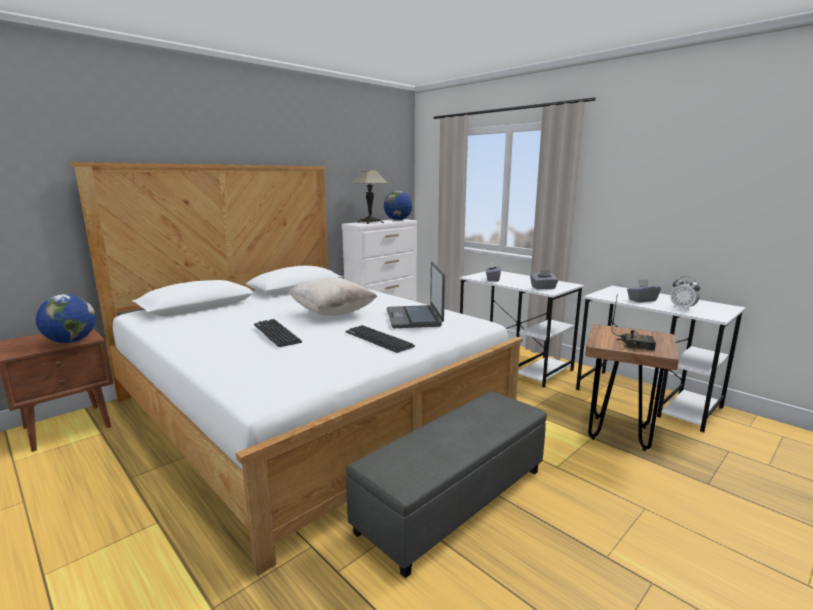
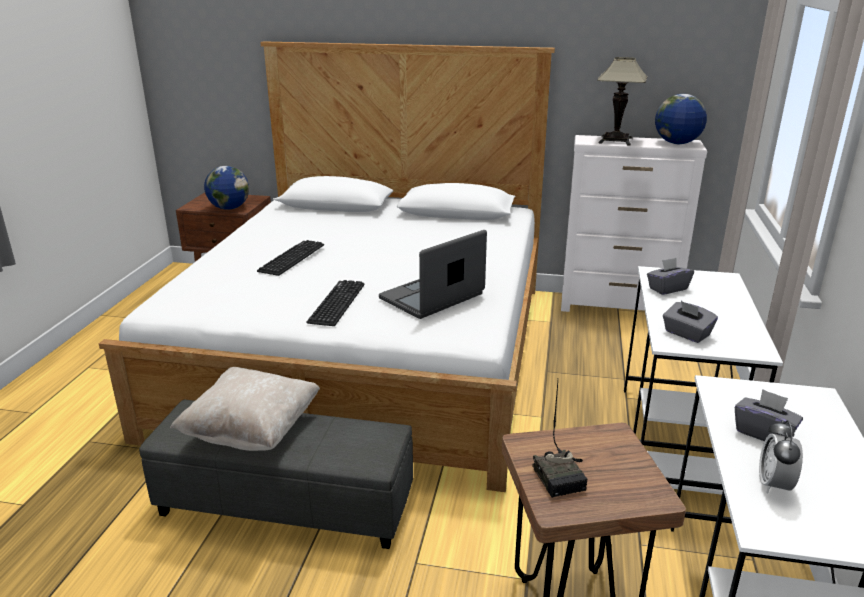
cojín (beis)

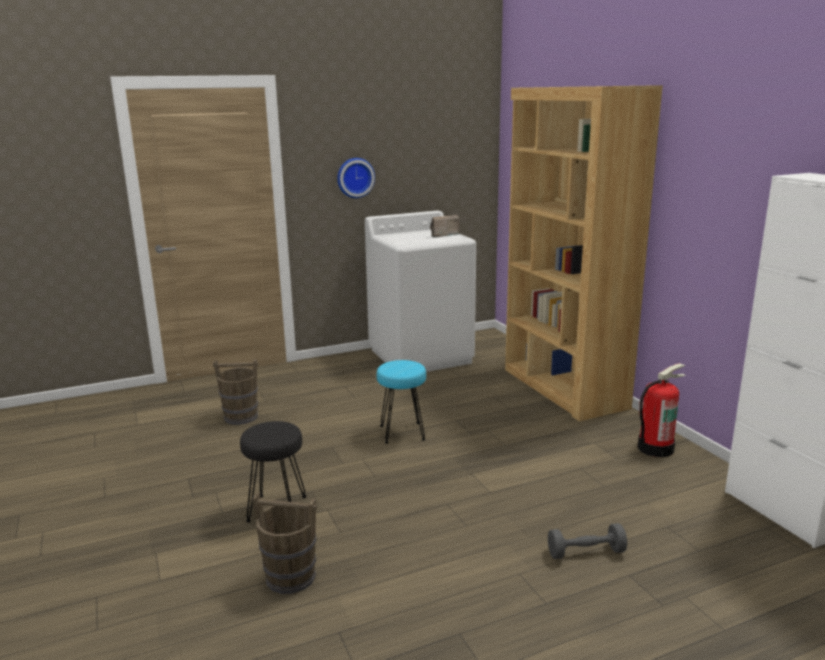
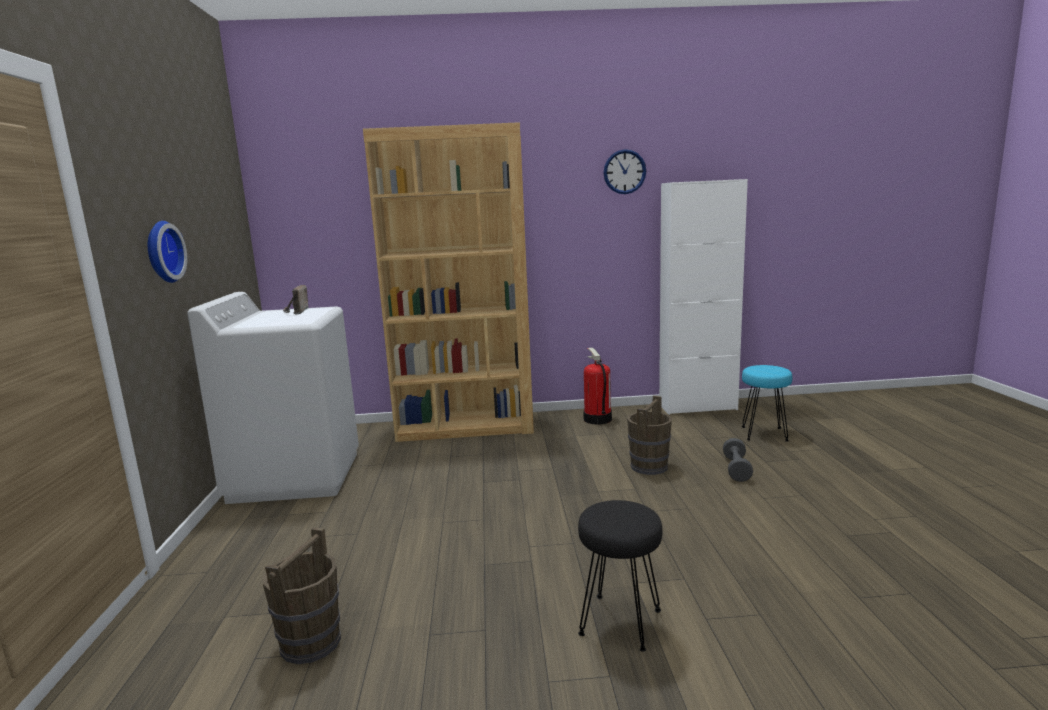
reloj de pared (2nd from left)
cubo (marrón) (2nd from left)
taburete (turquesa)

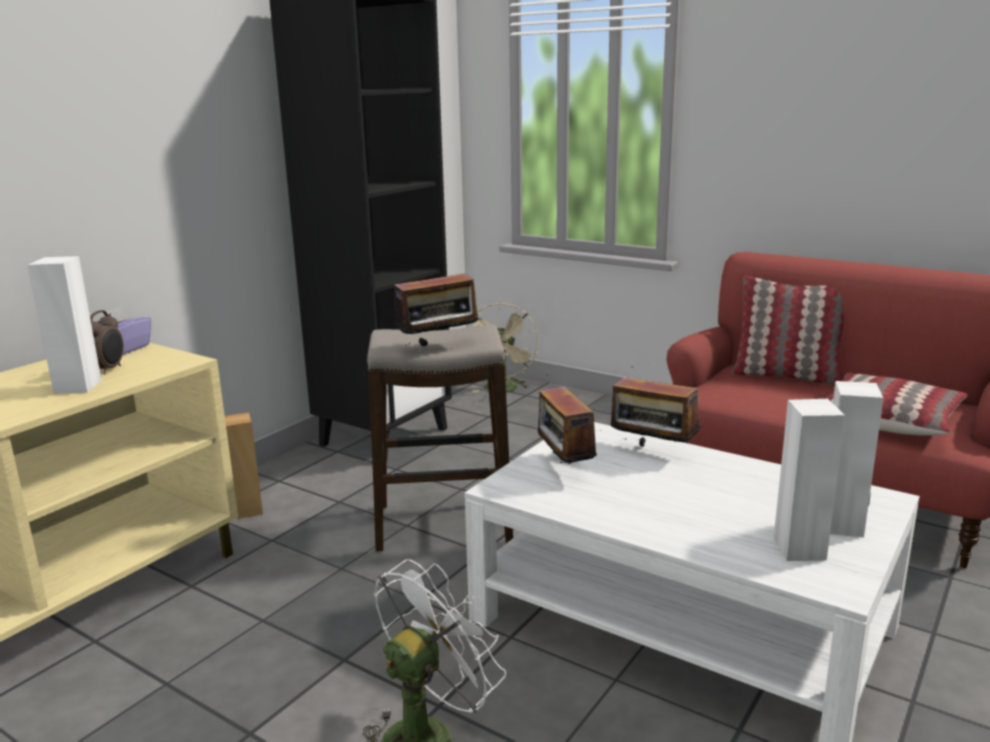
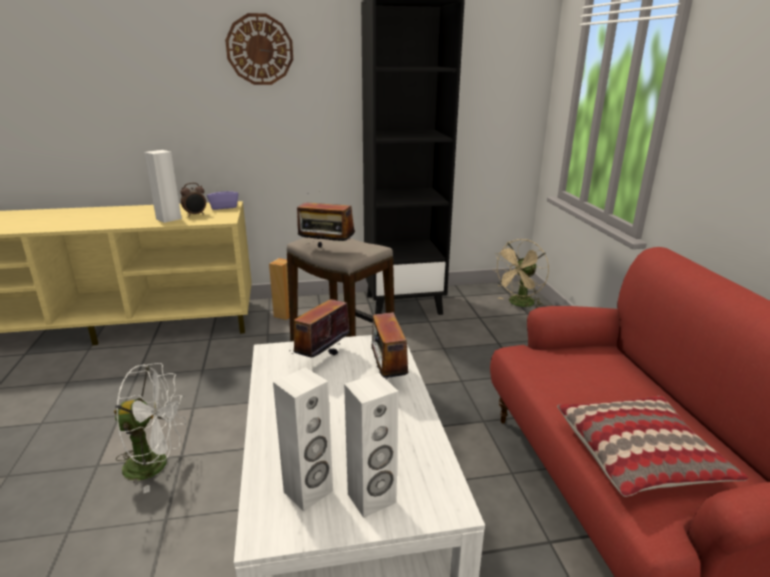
reloj de pared
cojín (1st from left in the first image)

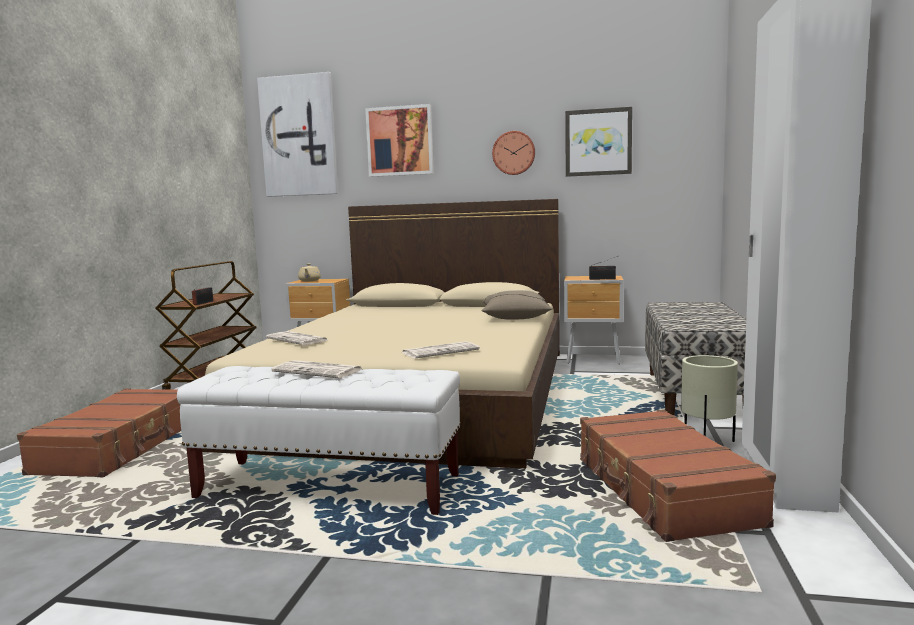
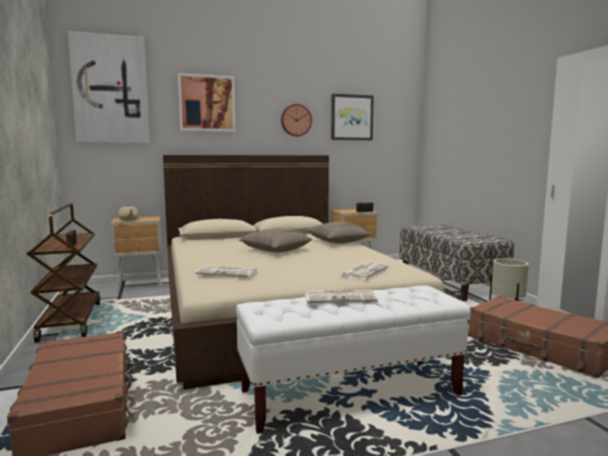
cojín (beis) (1st from left)

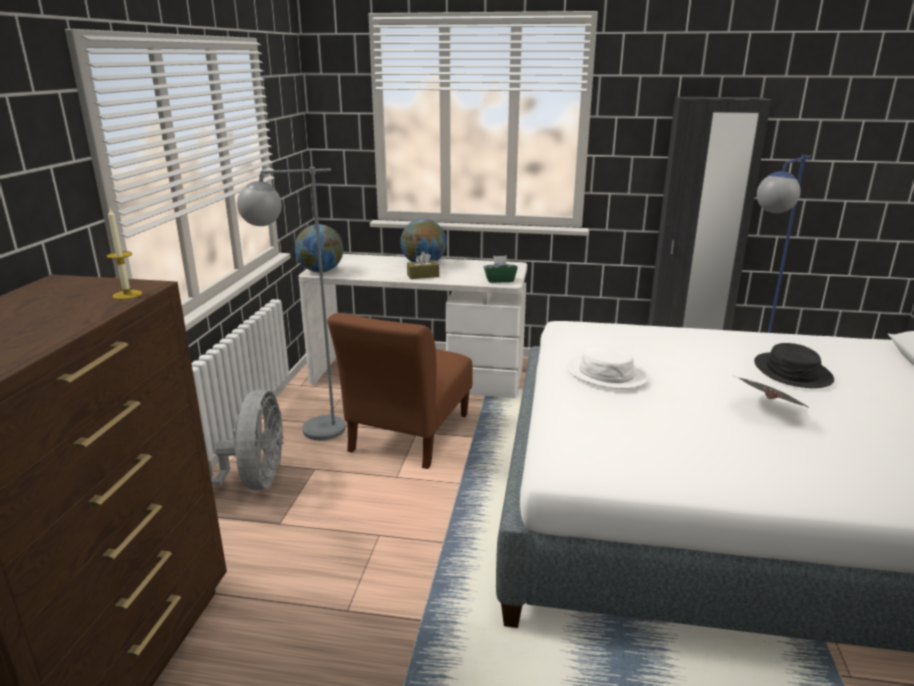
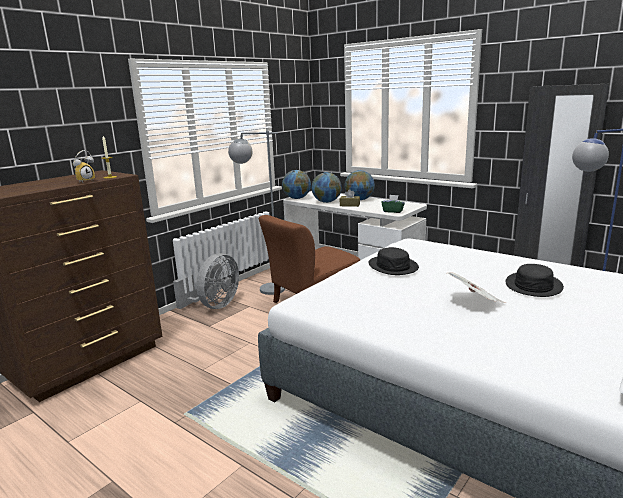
despertador
globo terráqueo (2nd from left)
sombrero (negro) (1st from left)

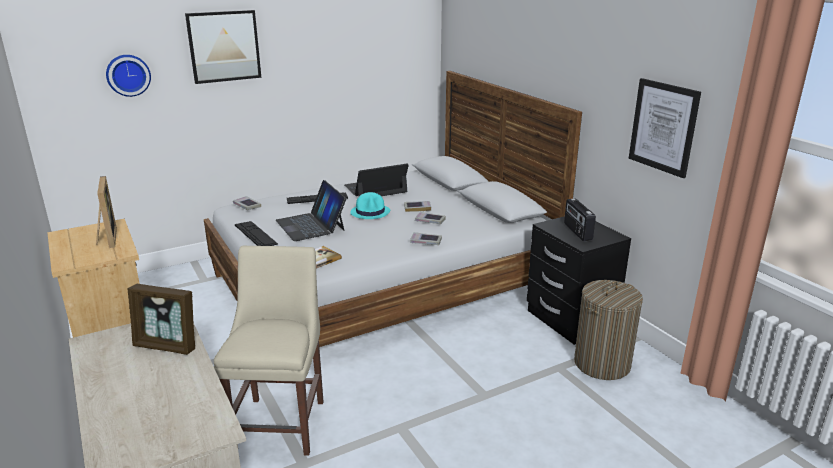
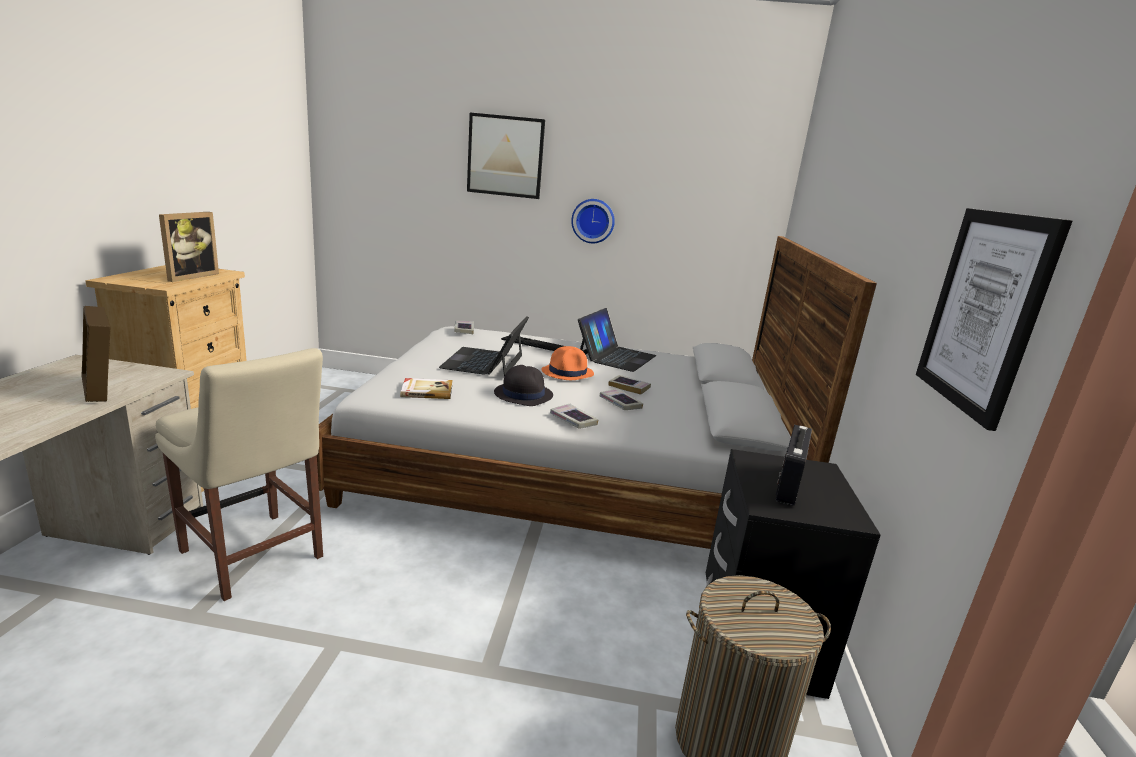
silla (beis)
sombrero (negro)
sombrero (naranja)
reloj de pared
portátil (2nd from left)
teclado (1st from left in the first image)

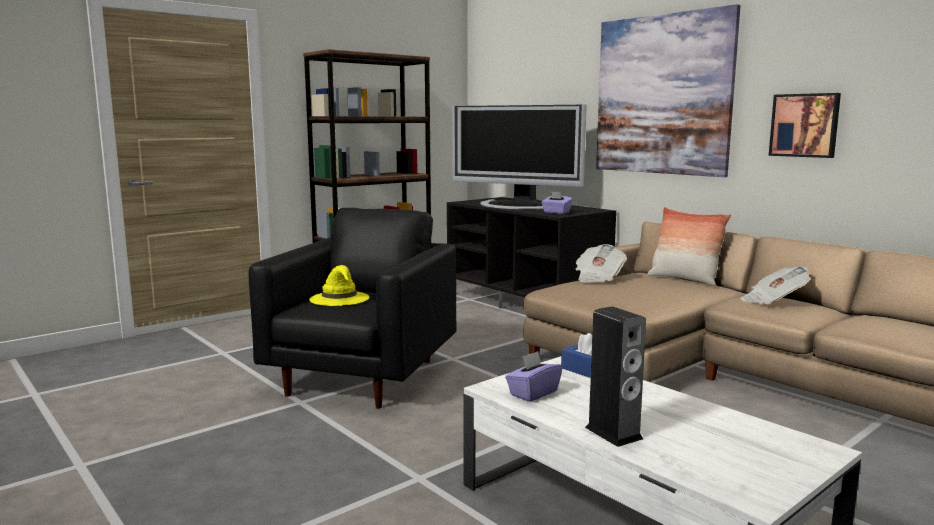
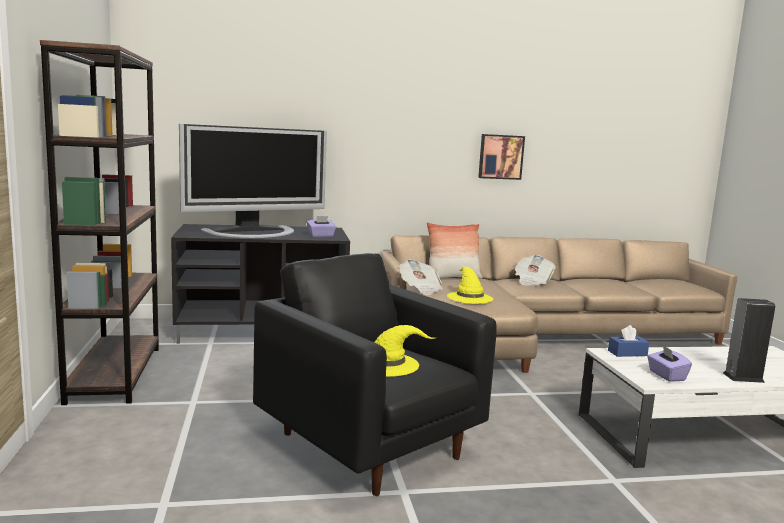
sombrero (amarillo) (2nd from left)
cuadro (1st from left in the first image)

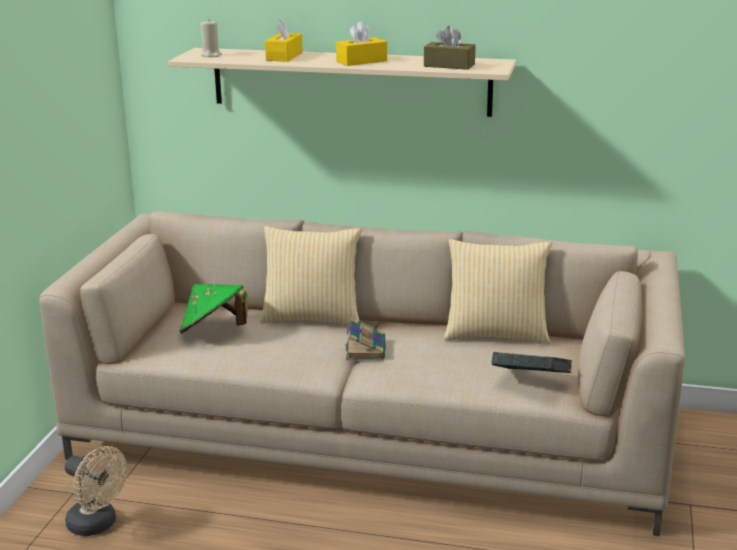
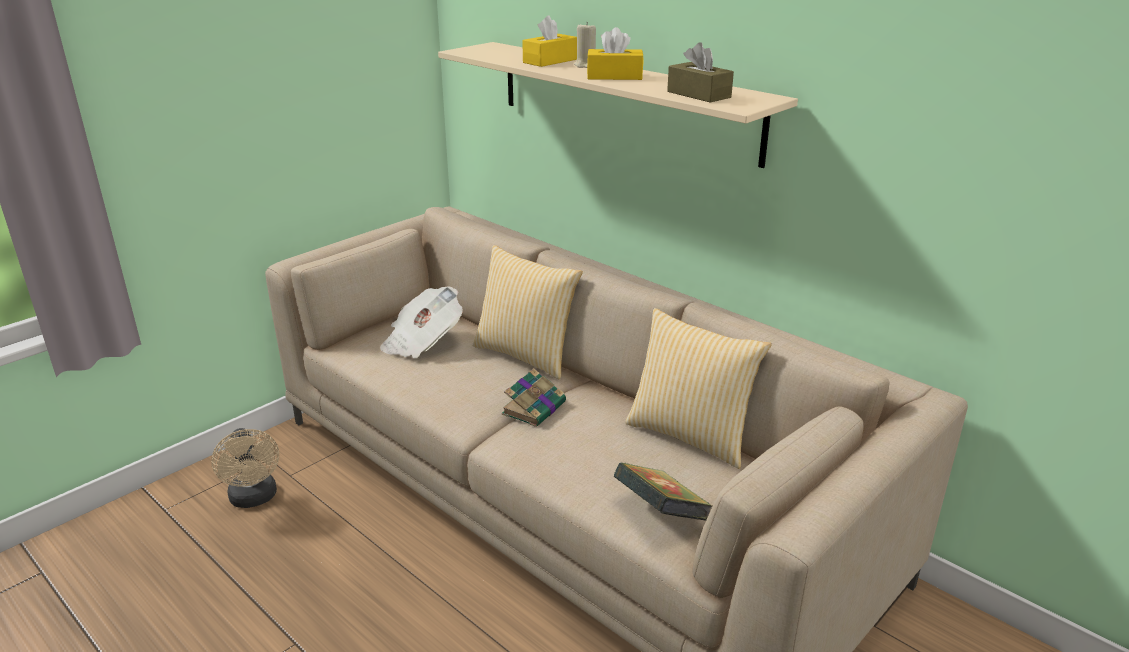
periódico
vela (beis)

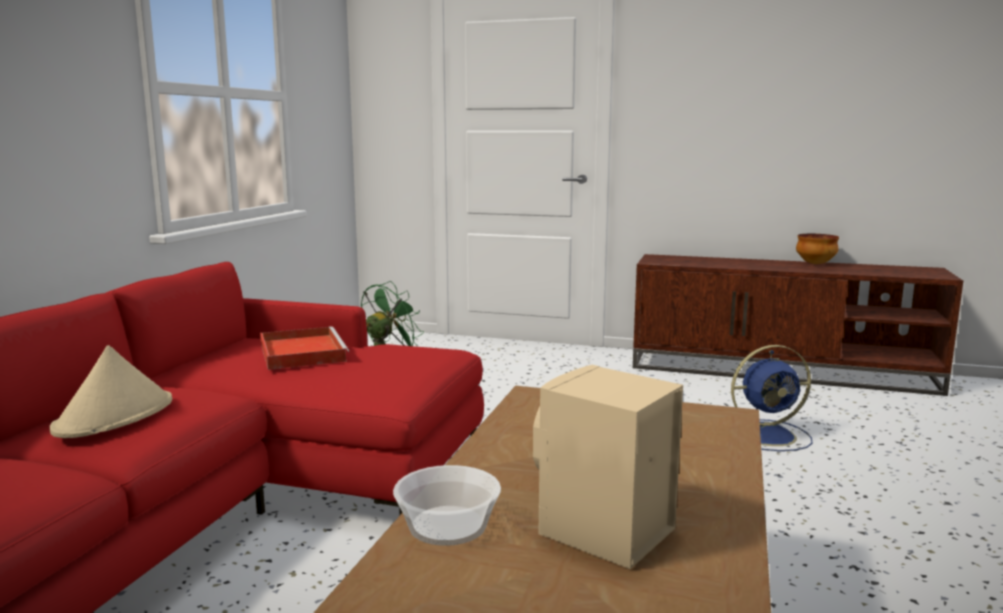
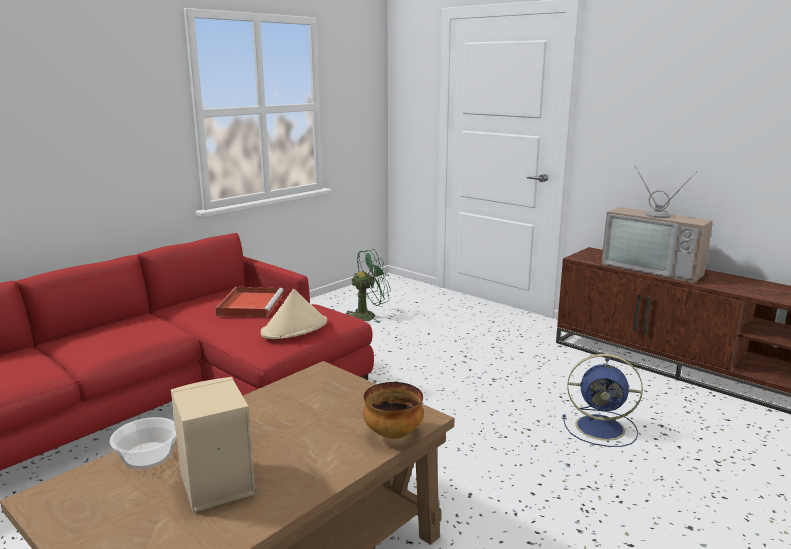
sombrero (beis)
cuenco (2nd from left)
televisor

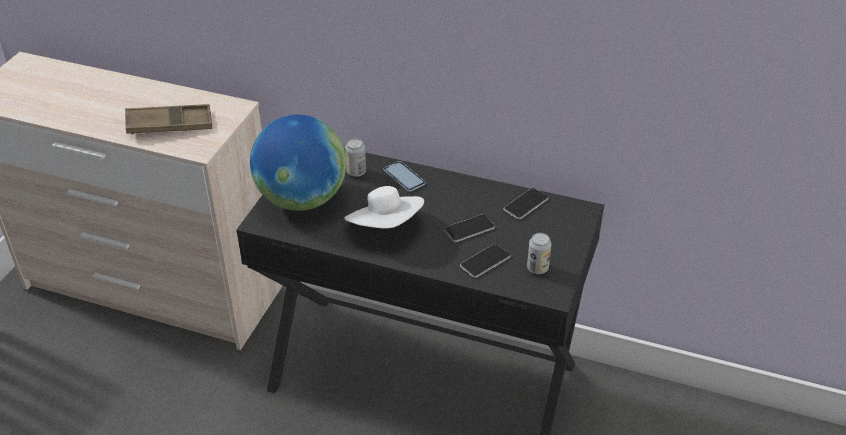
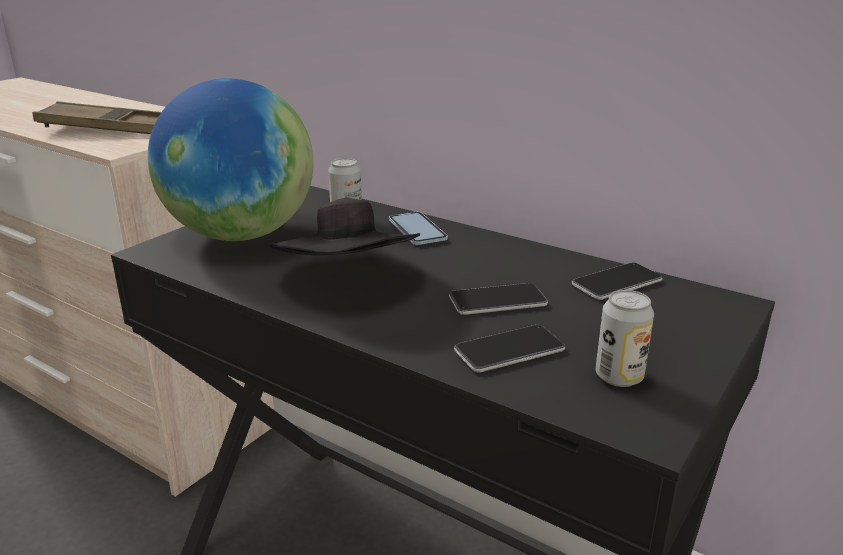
sombrero (negro)

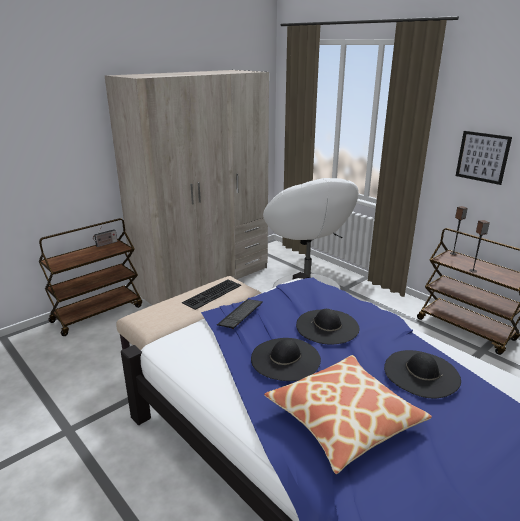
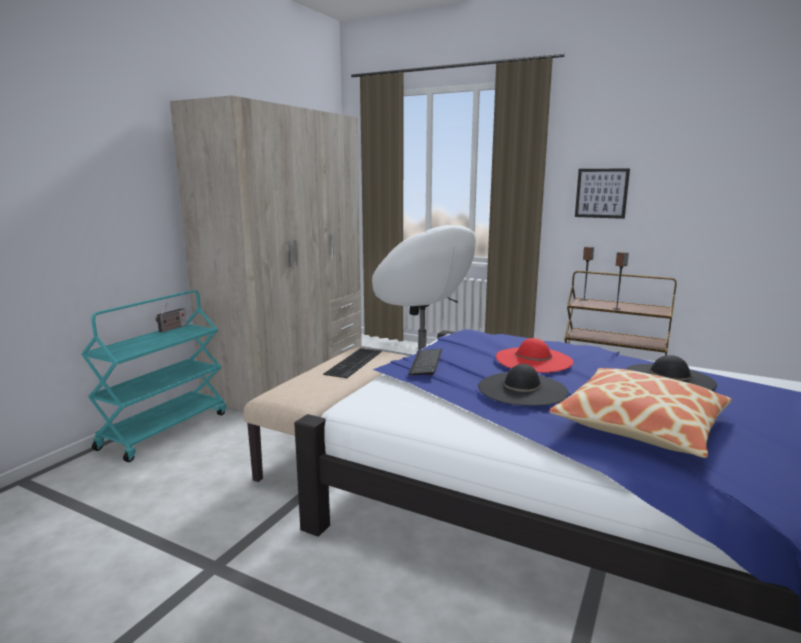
carrito (turquesa)
sombrero (rojo)

